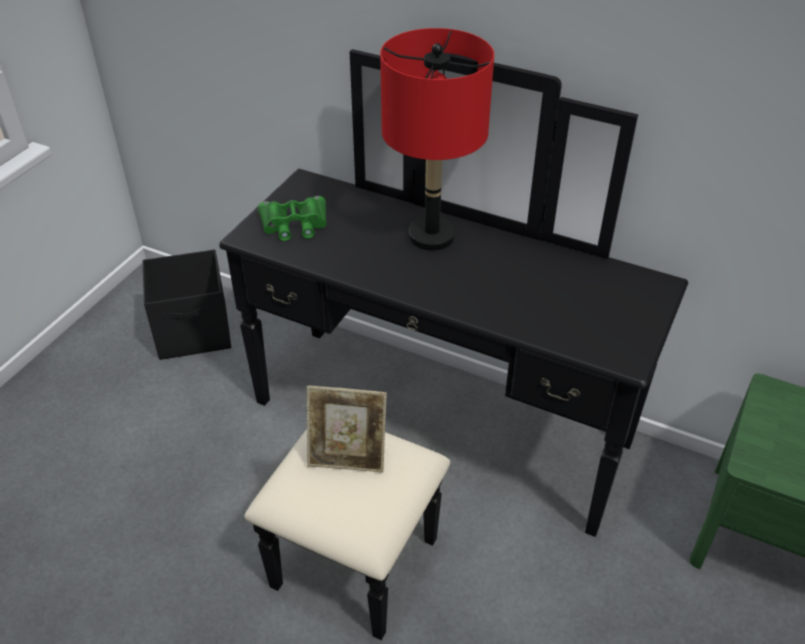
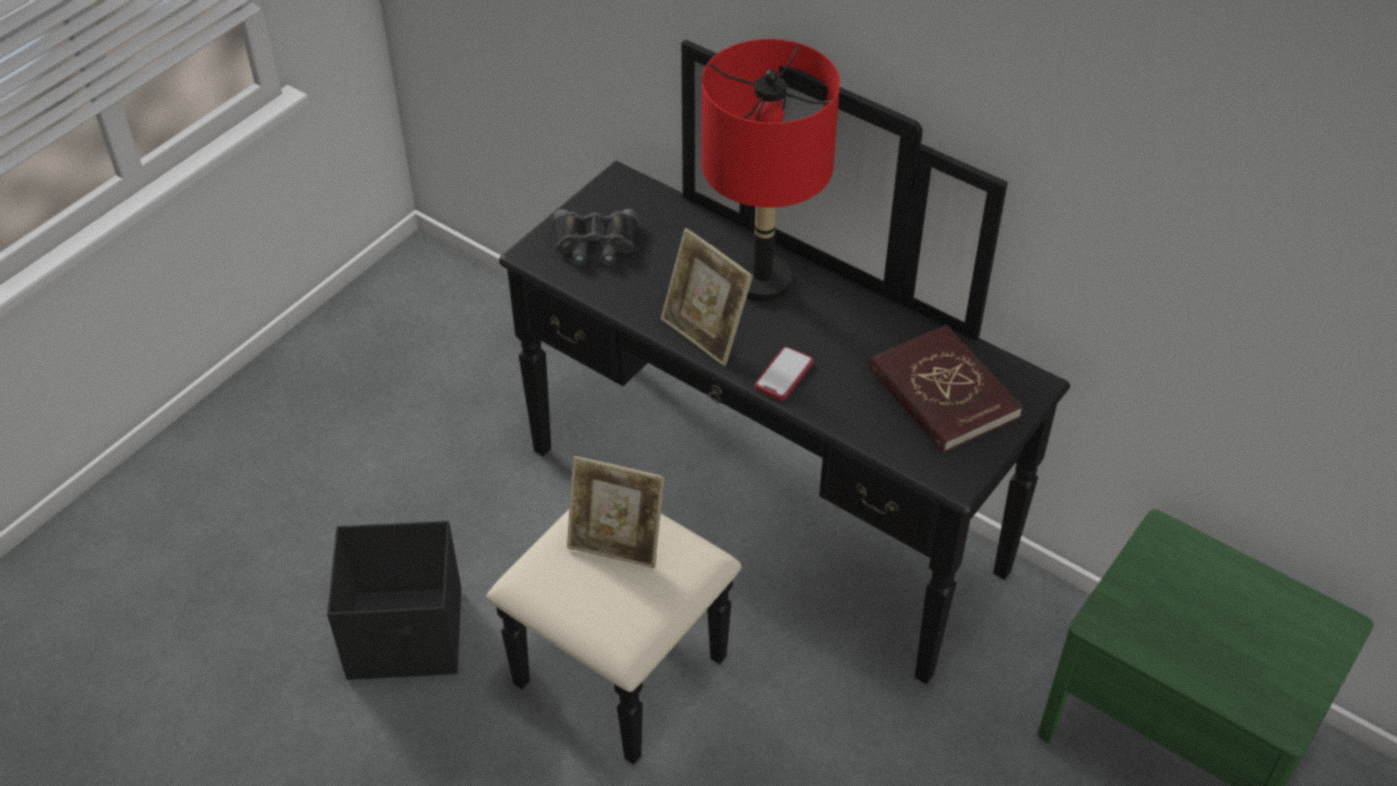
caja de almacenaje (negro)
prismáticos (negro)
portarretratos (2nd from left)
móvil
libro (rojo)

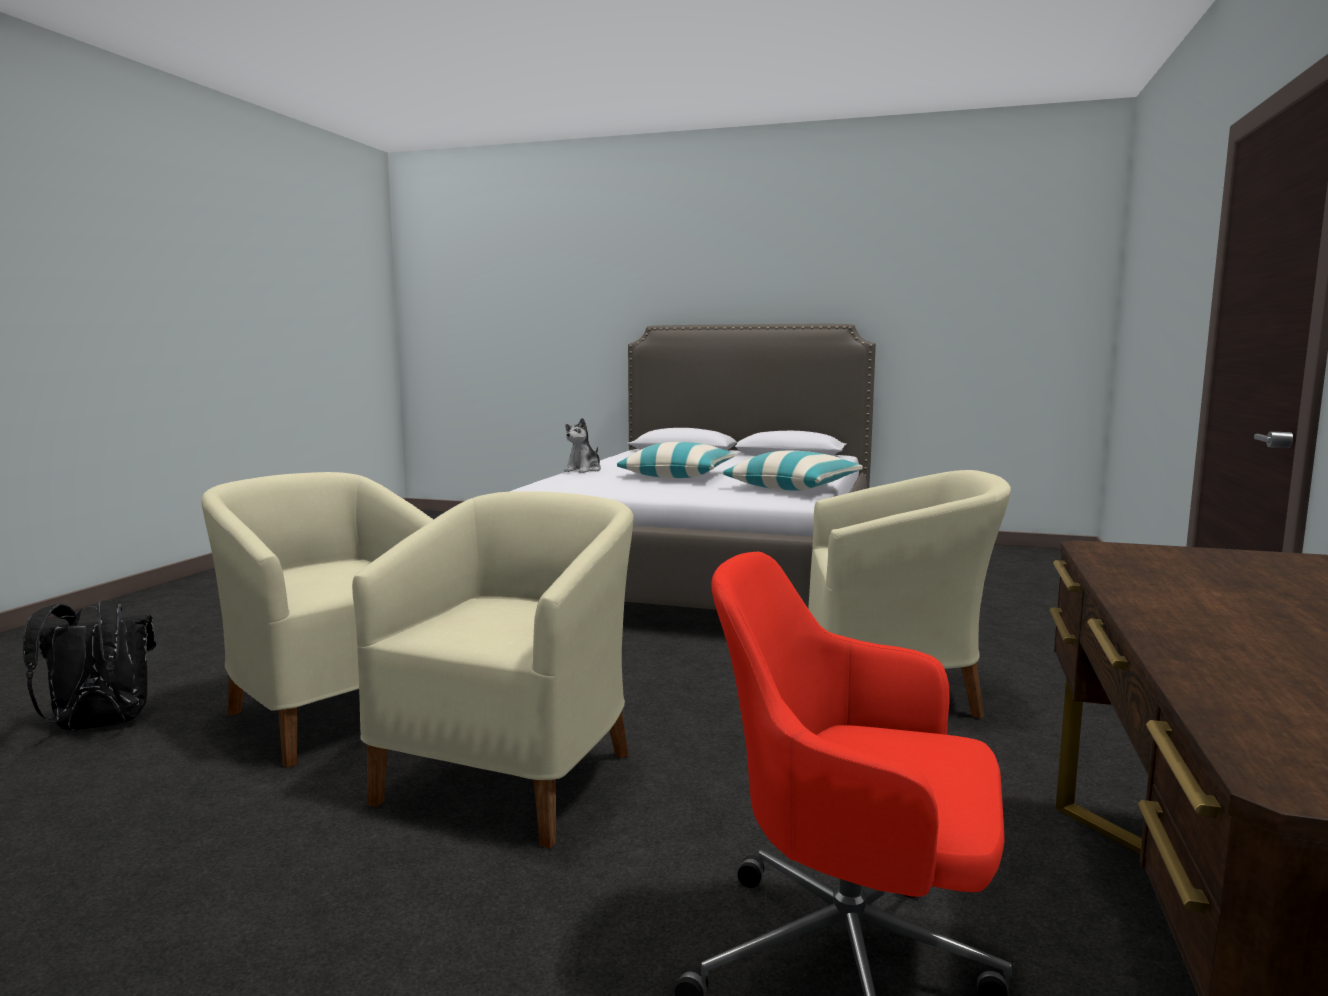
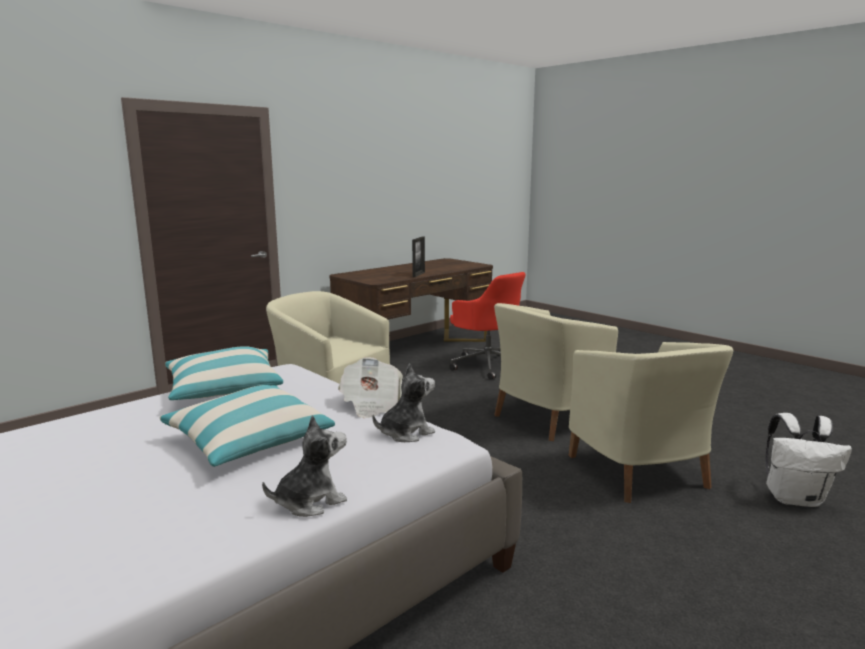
periódico
peluche (2nd from left)
portarretratos
mochila (blanco)

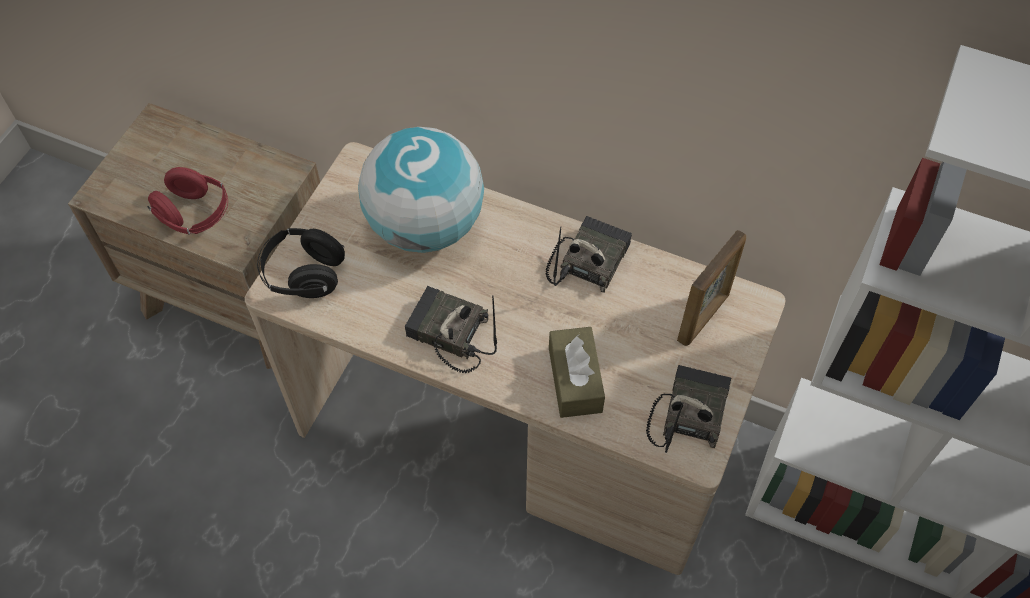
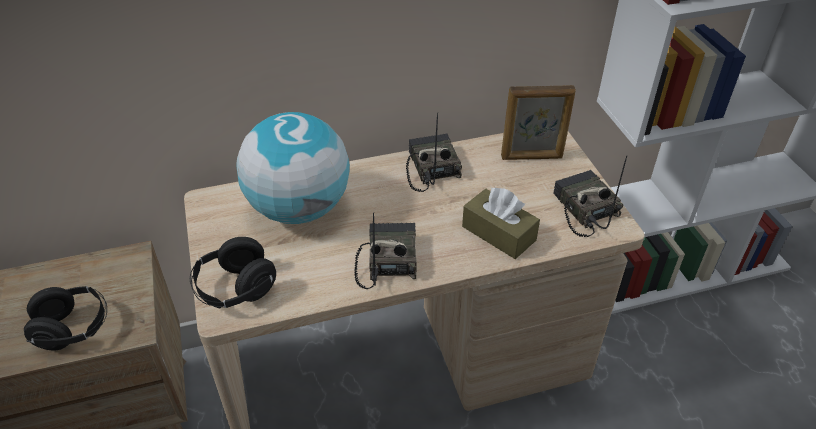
auriculares (negro) (1st from left)
radio (1st from left)
portarretratos

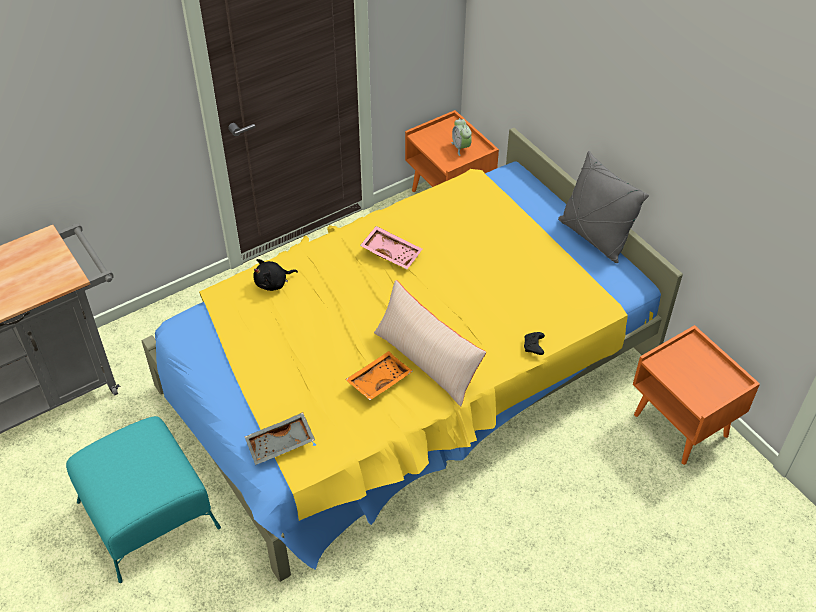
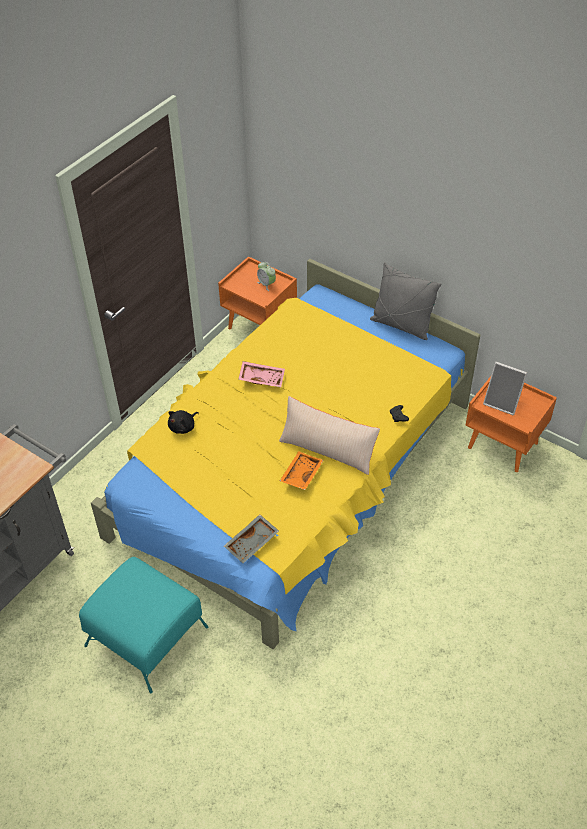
portarretratos

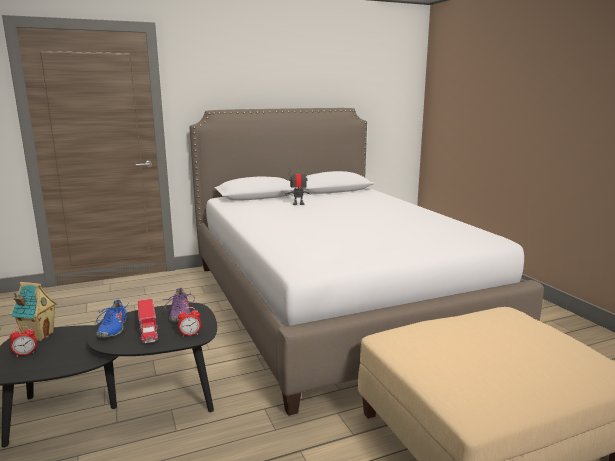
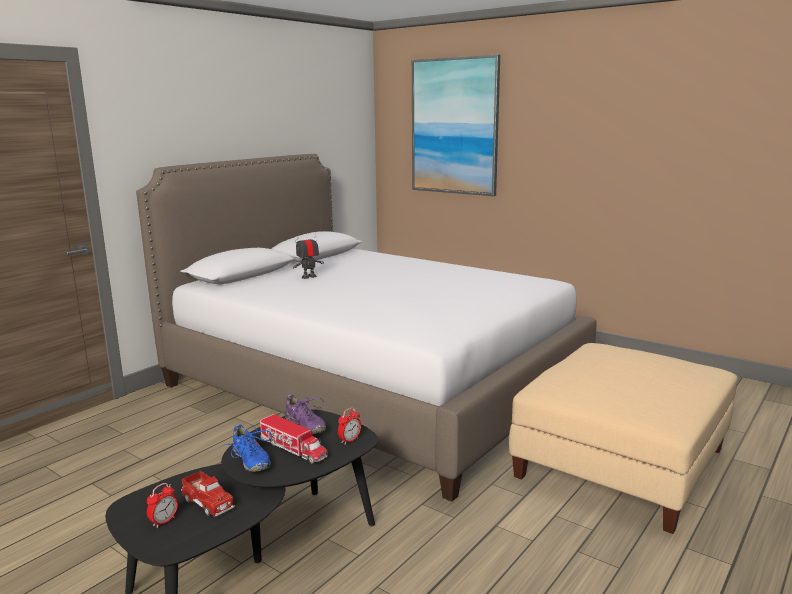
camión de juguete (1st from left)
cuadro
casita

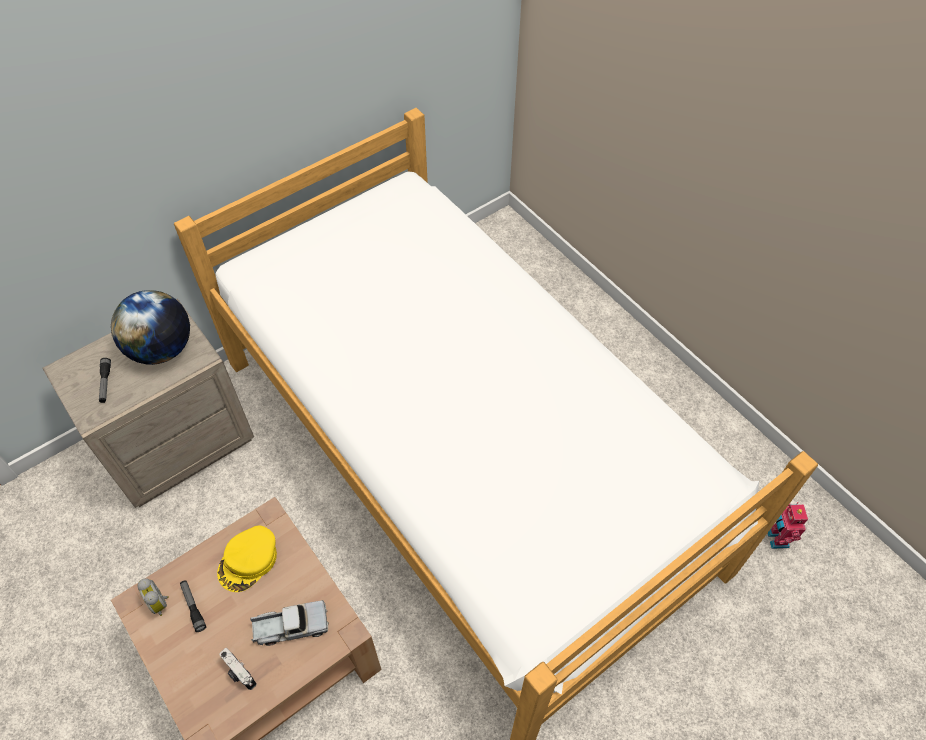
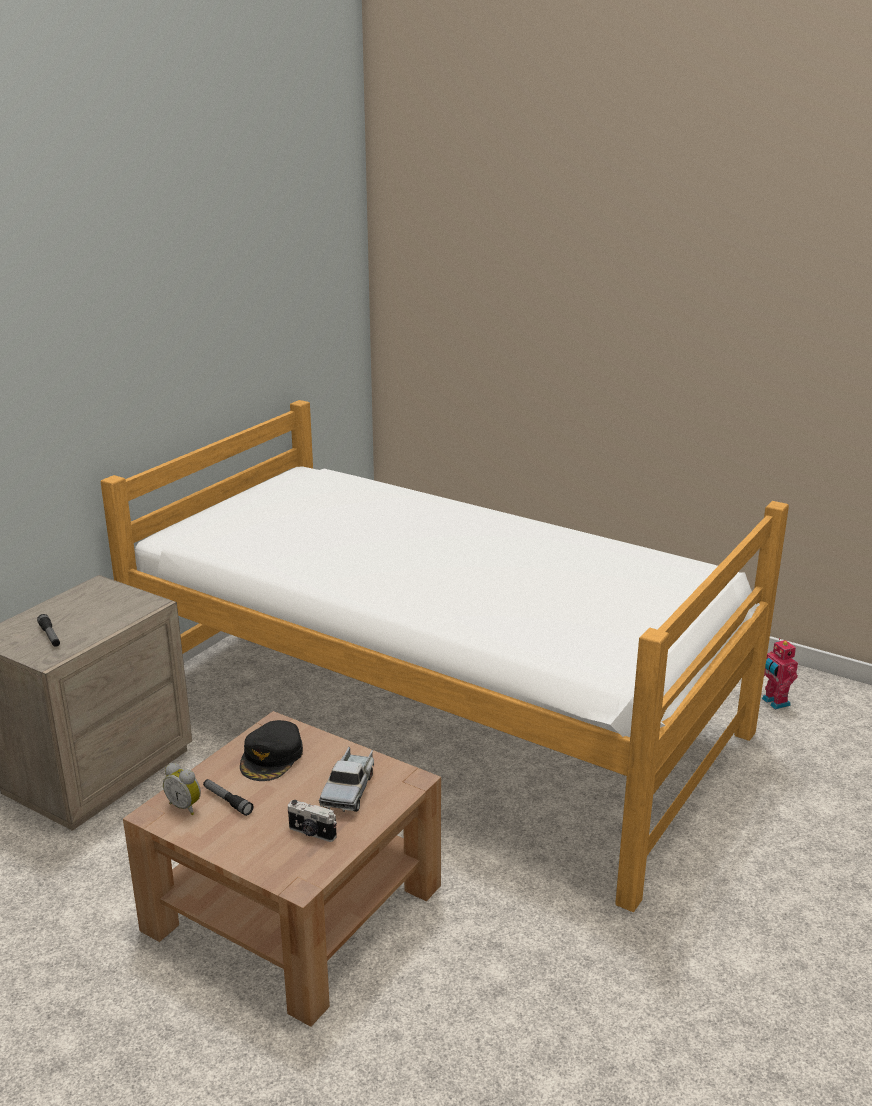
gorra (negro)
camión de juguete
globo terráqueo

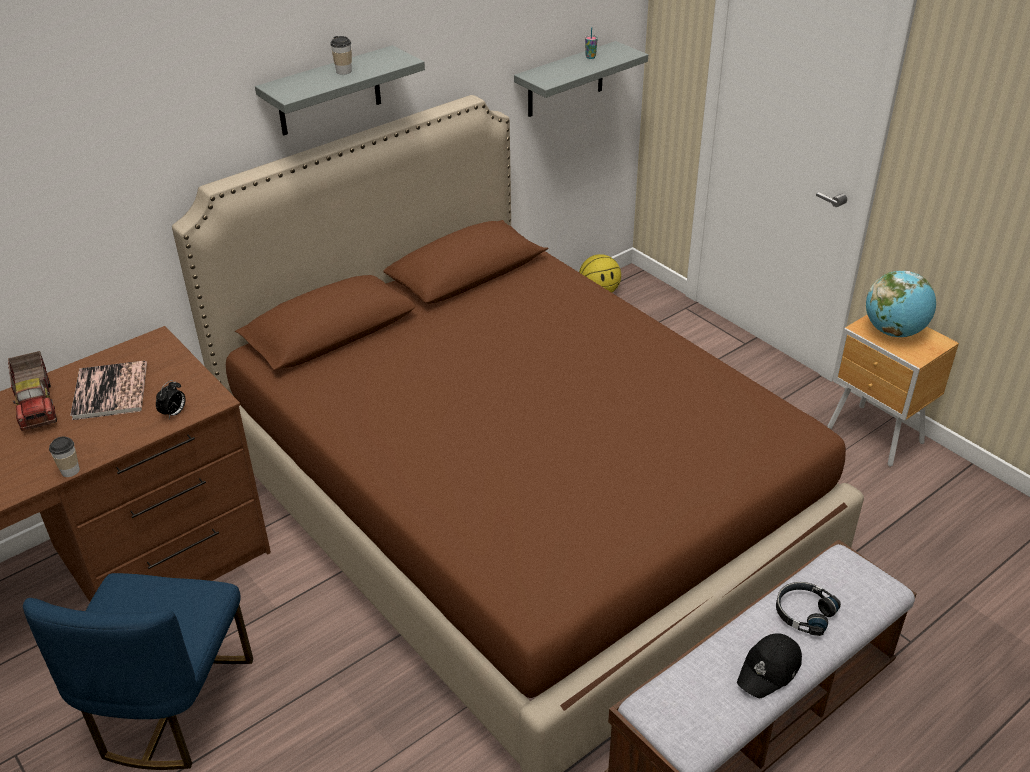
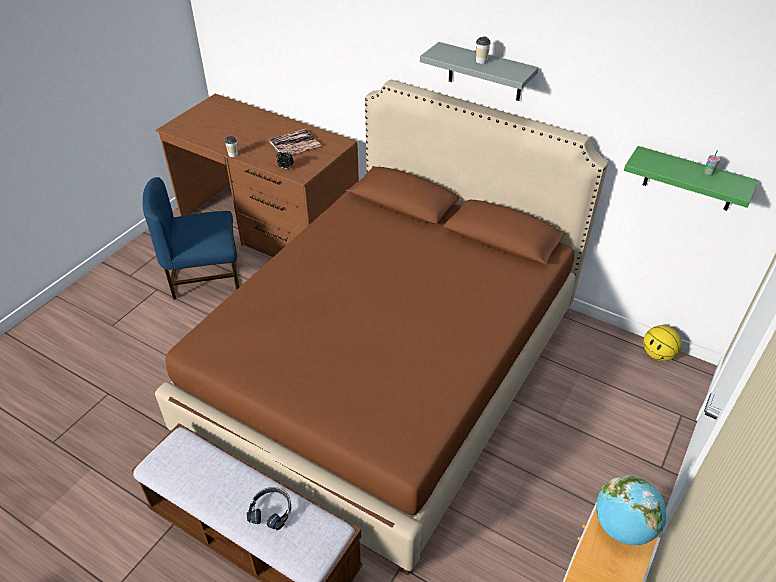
estante (verde)
camión de juguete
gorra (negro)

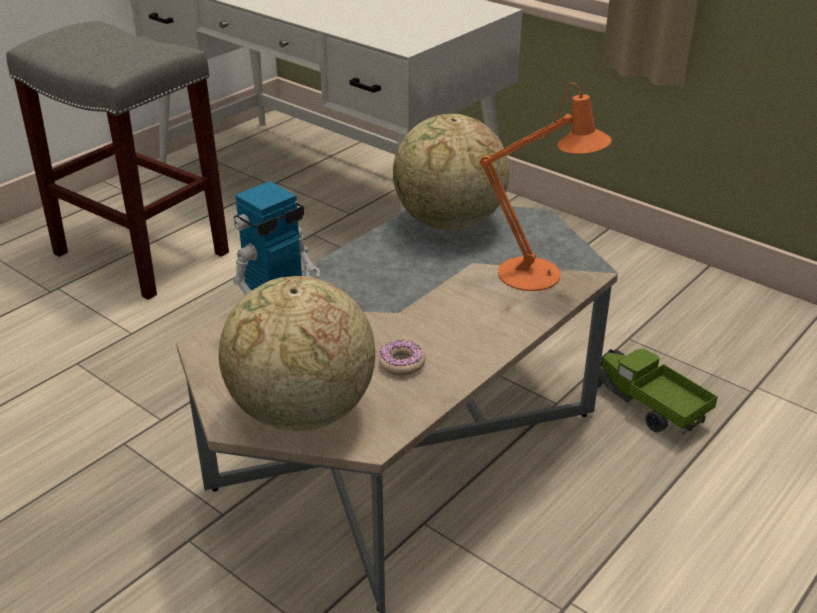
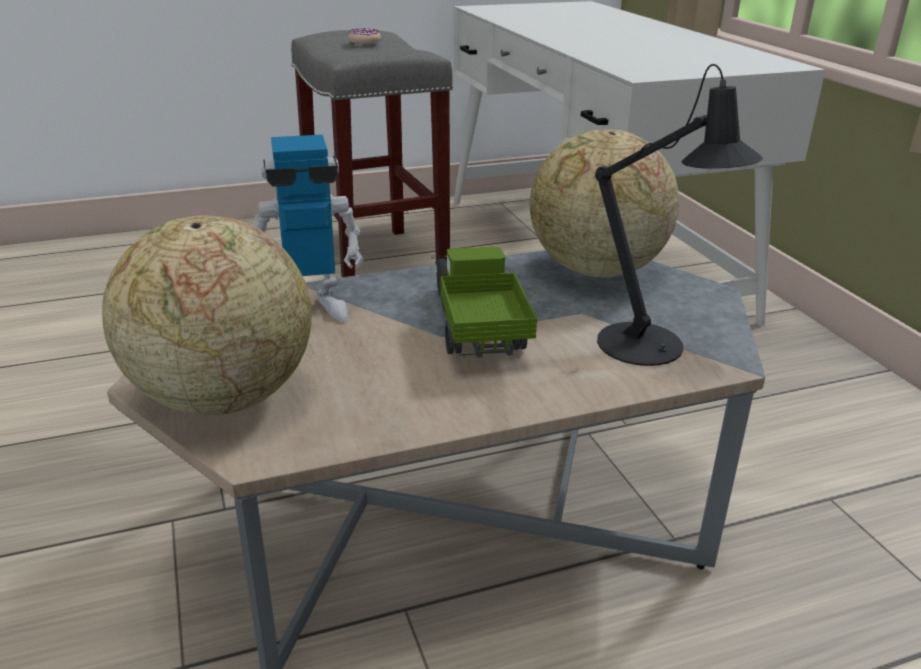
rosquilla
camión de juguete
lámpara de mesa (negro)

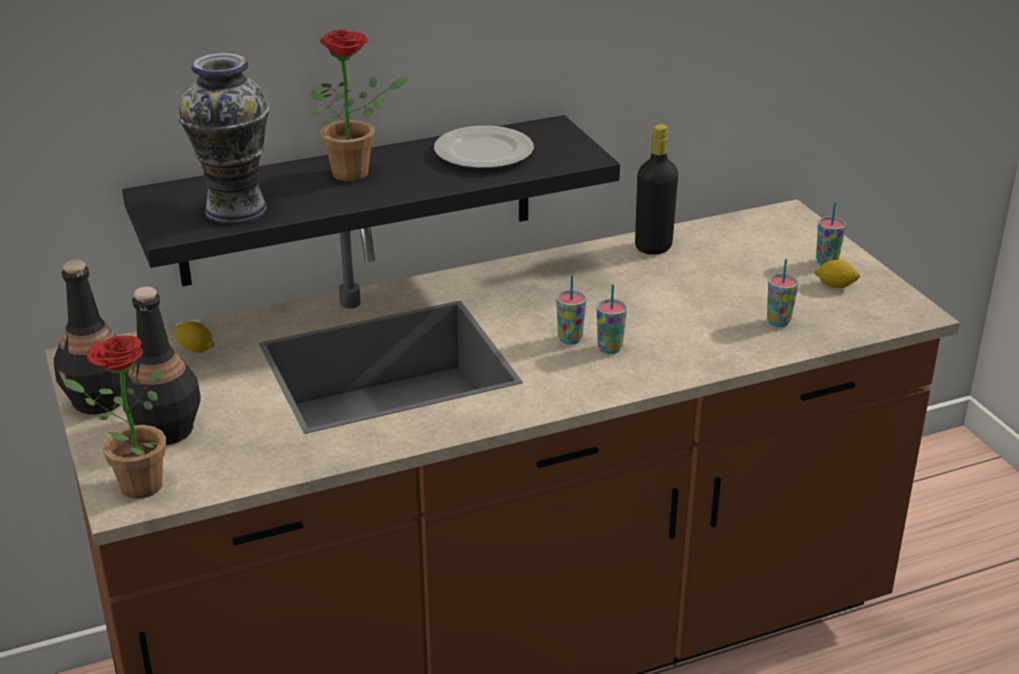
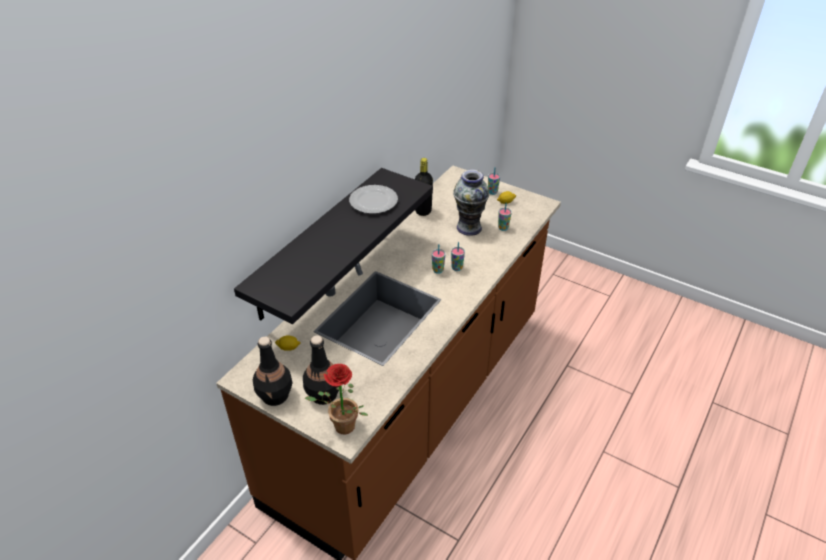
florero
planta en maceta (2nd from left in the first image)

